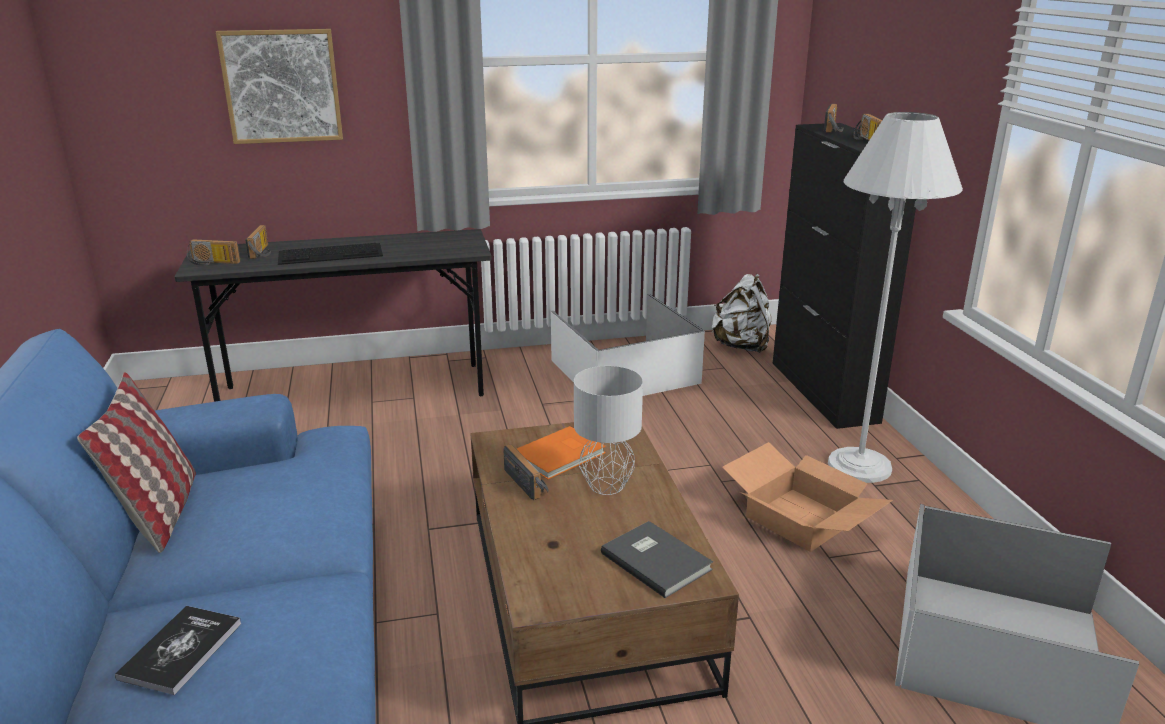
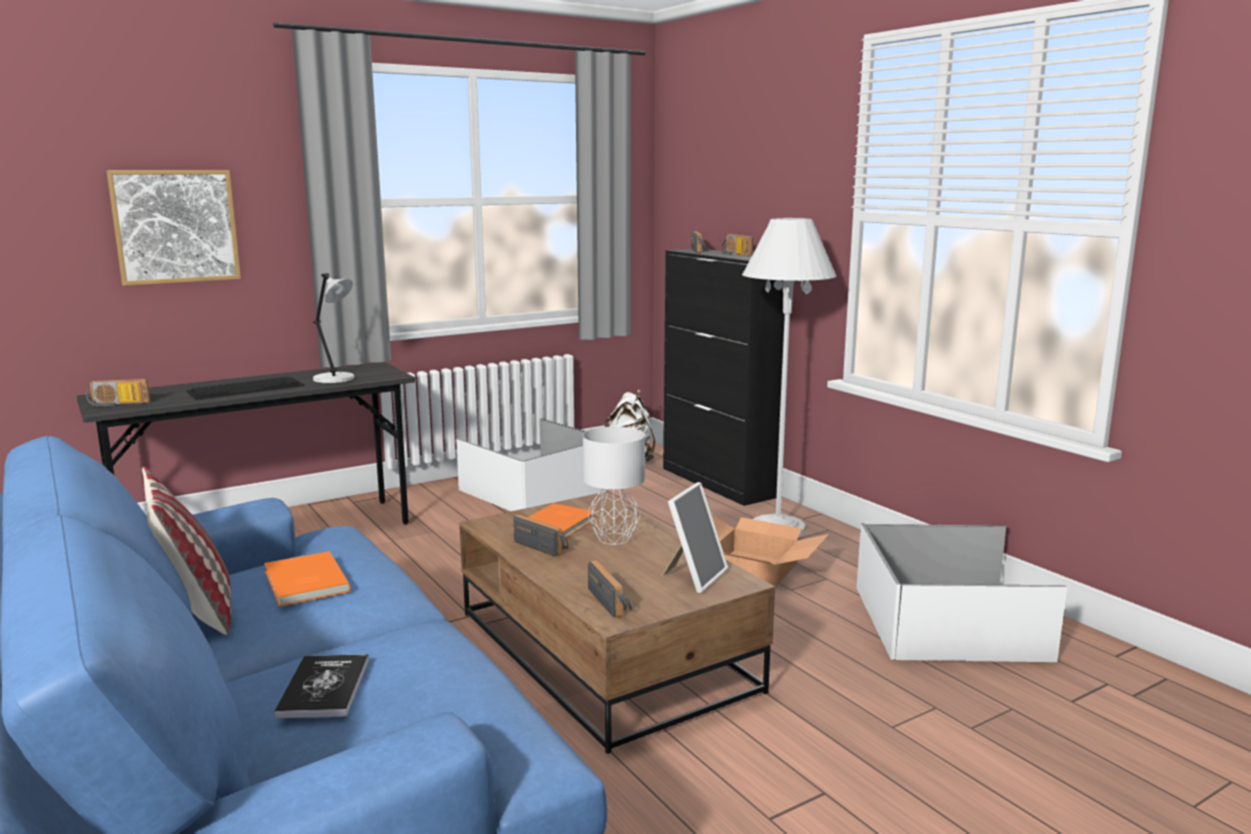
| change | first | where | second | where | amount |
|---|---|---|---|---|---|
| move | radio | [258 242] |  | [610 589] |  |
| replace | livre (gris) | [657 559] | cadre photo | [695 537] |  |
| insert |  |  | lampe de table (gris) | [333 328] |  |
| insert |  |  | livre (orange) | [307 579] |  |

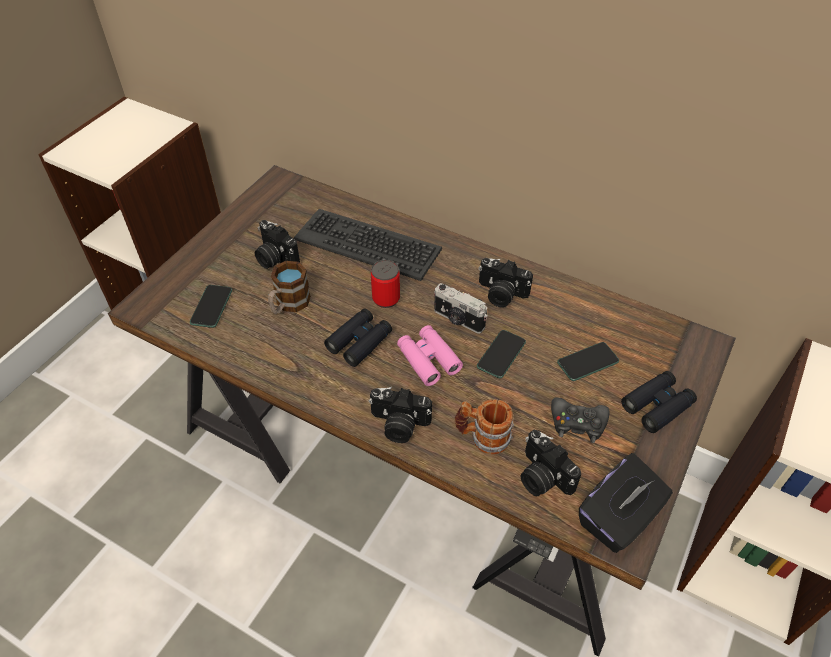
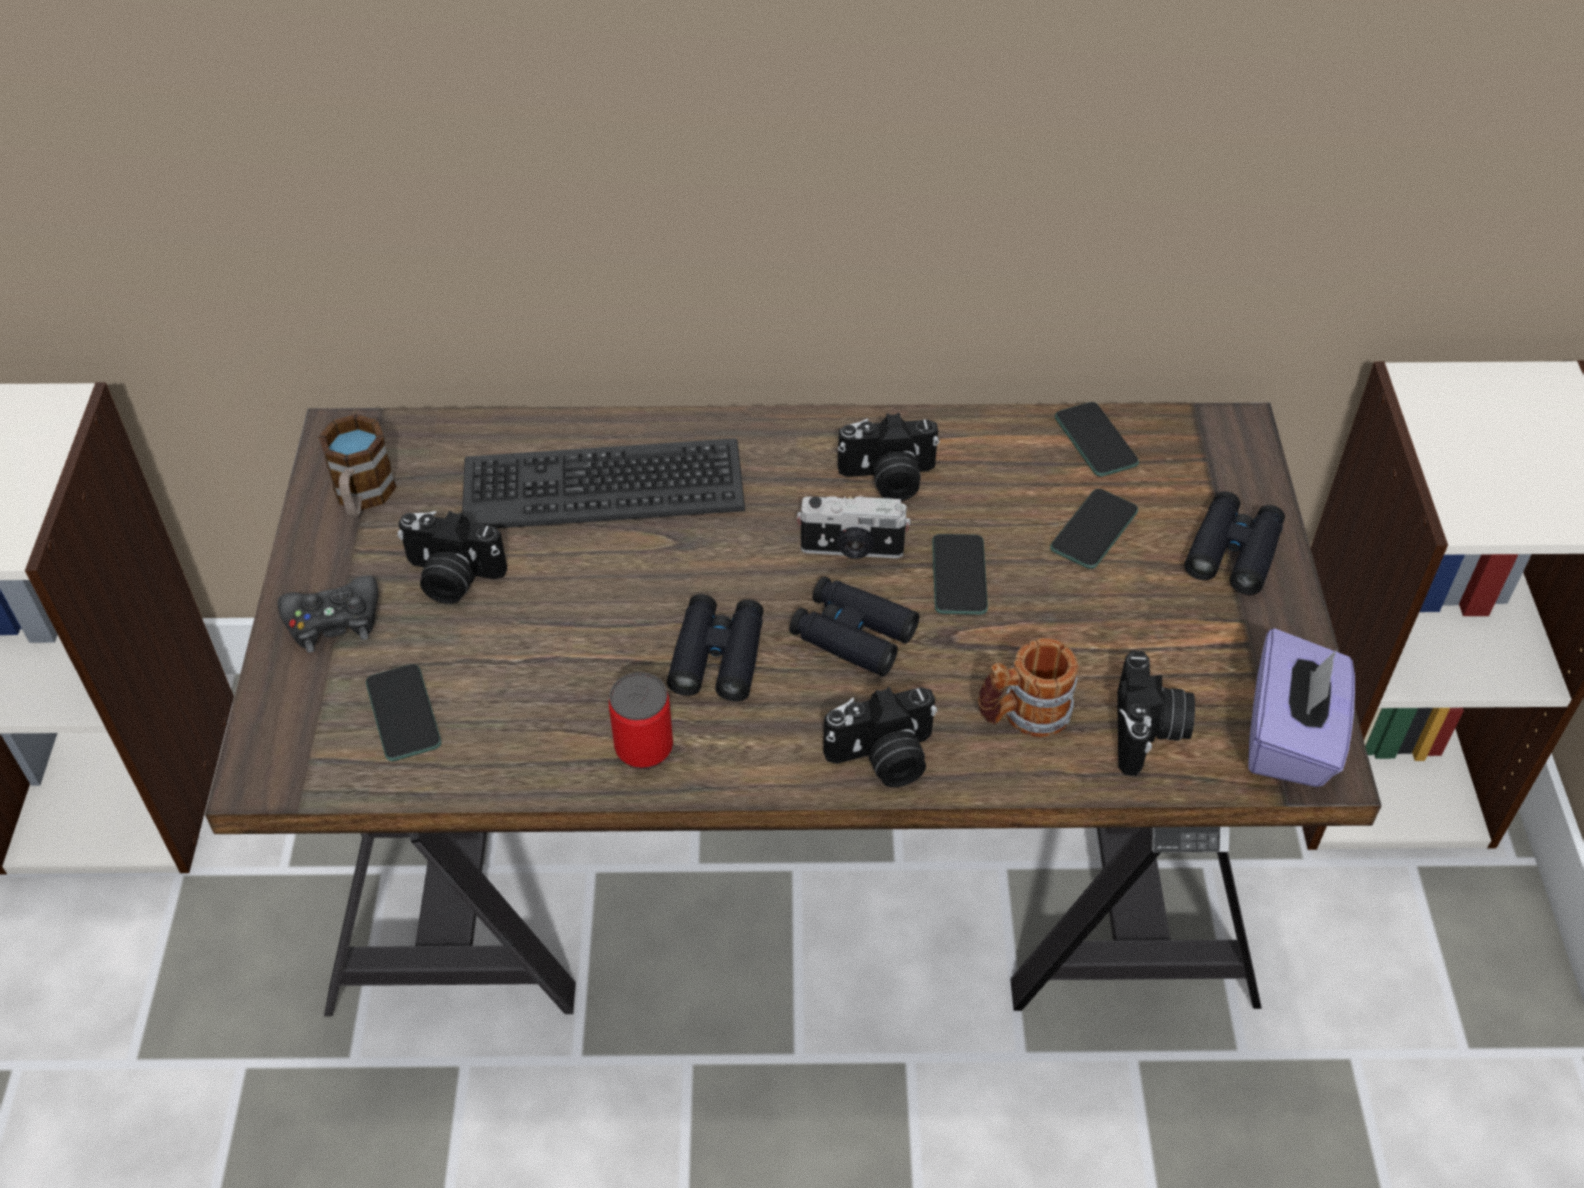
| change | first | where | second | where | amount |
|---|---|---|---|---|---|
| move | boîte métallique | [385 284] |  | [641 720] |  |
| move | mug | [289 288] |  | [357 466] |  |
| recolor | jumelles (rose) | [430 355] | jumelles (noir) | [854 626] |  |
| move | manette (noir) | [580 420] |  | [327 614] |  |
| rotate | appareil photo | [551 463] |  | [1156 713] | 105 degrees counterclockwise |
| recolor | boîte à mouchoirs (noir) | [626 503] | boîte à mouchoirs (violet) | [1301 707] |  |
| insert |  |  | téléphone | [1097 439] |  |

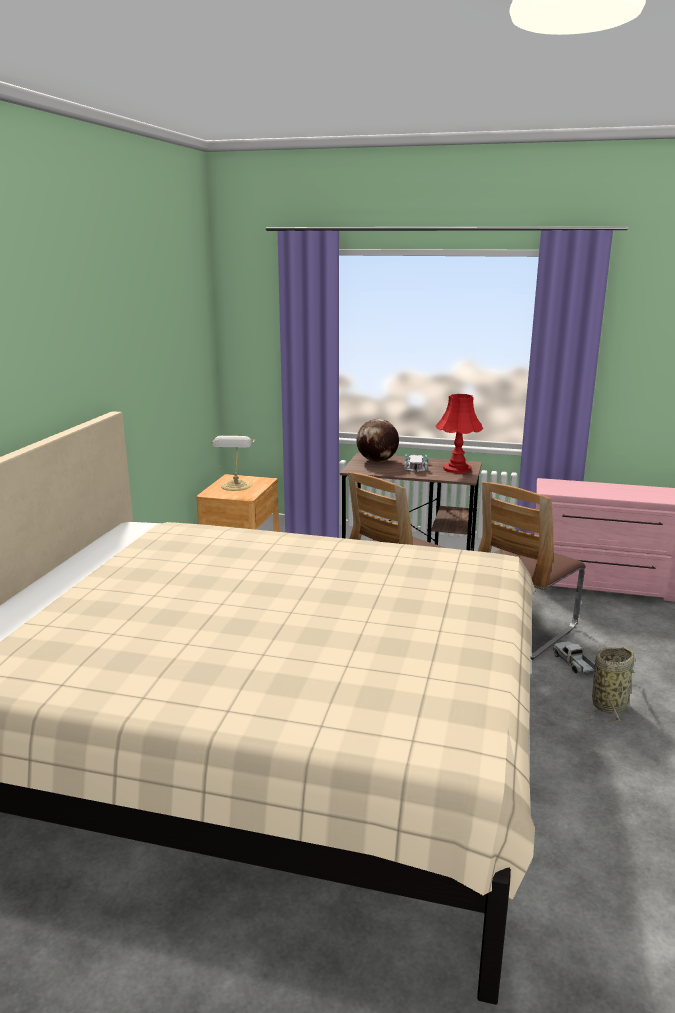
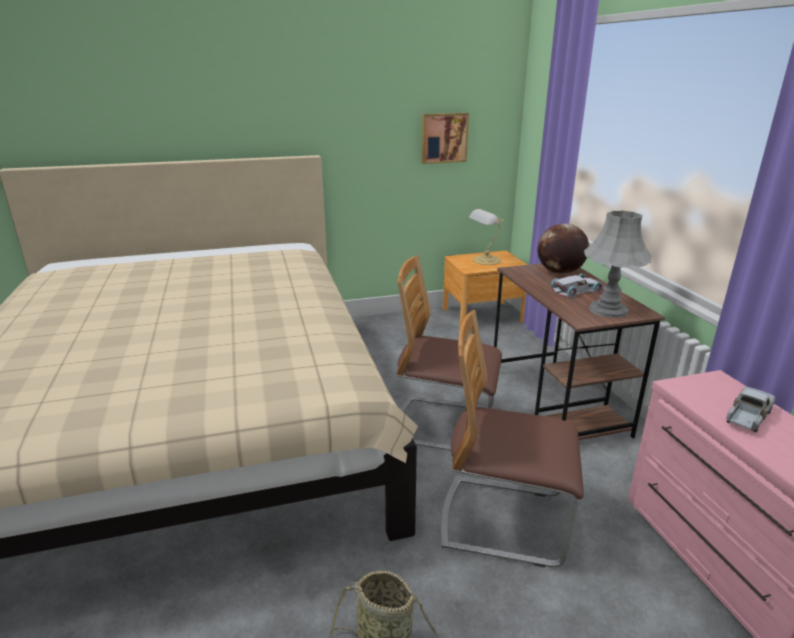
| change | first | where | second | where | amount |
|---|---|---|---|---|---|
| recolor | lampe de table (rouge) | [459 433] | lampe de table (gris) | [617 264] |  |
| move | camion jouet | [574 657] |  | [751 409] |  |
| insert |  |  | tableau | [445 138] |  |

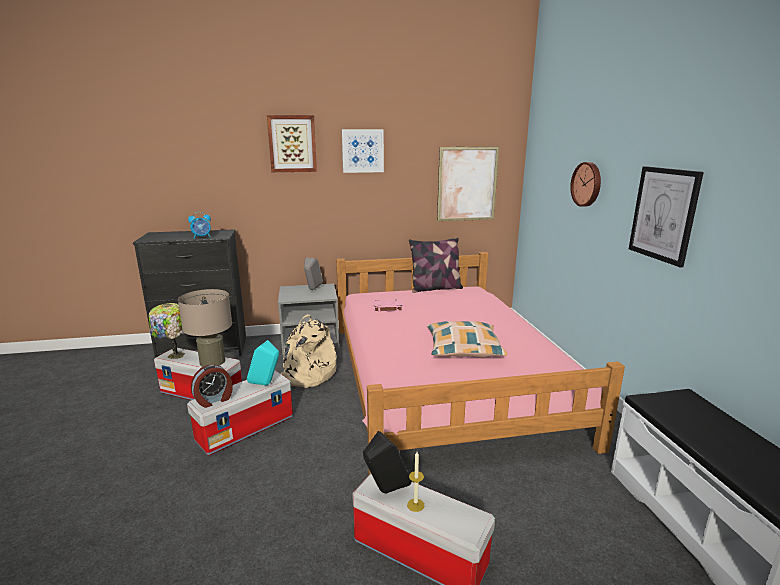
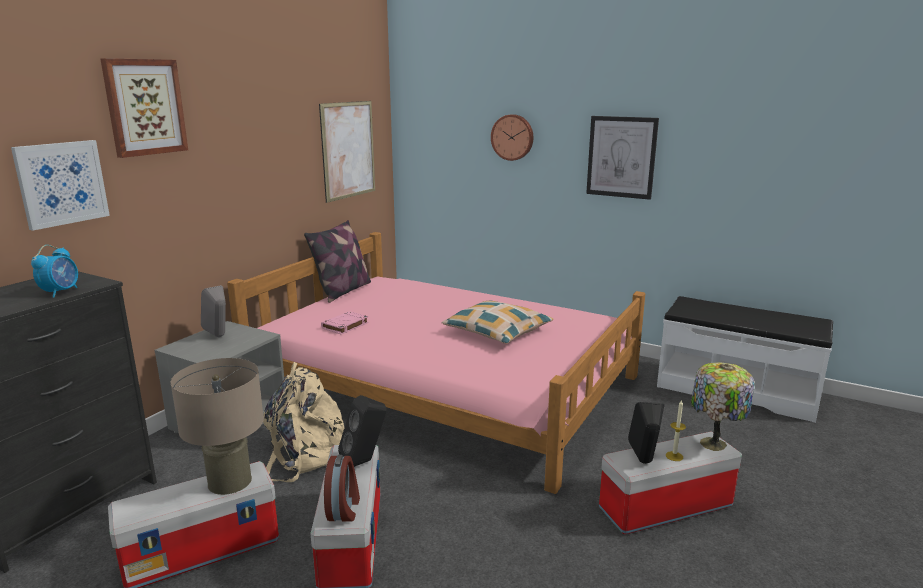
| change | first | where | second | where | amount |
|---|---|---|---|---|---|
| move | tableau | [363 151] |  | [60 185] |  |
| move | lampe de table | [167 331] |  | [723 406] |  |
| recolor | enceinte (turquoise) | [263 363] | enceinte (noir) | [362 431] |  |

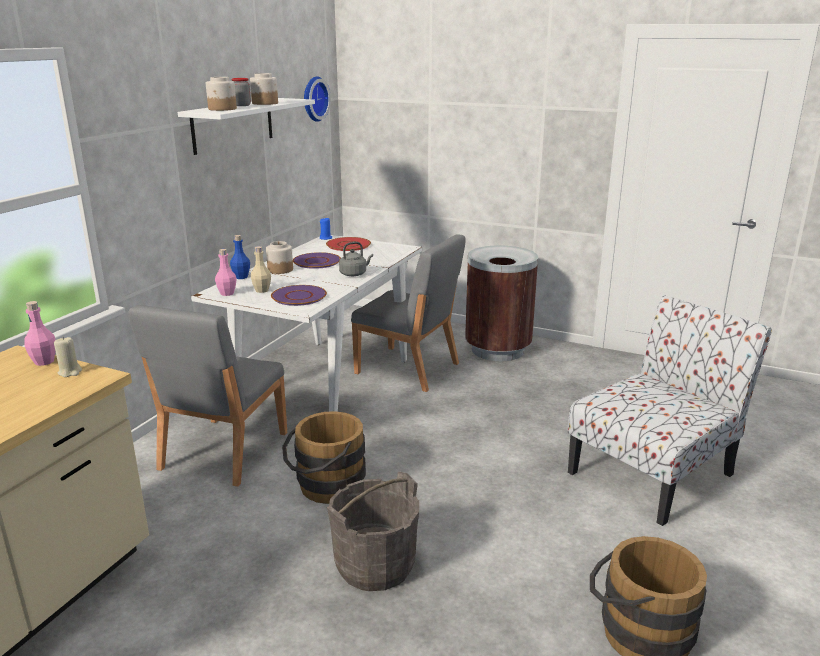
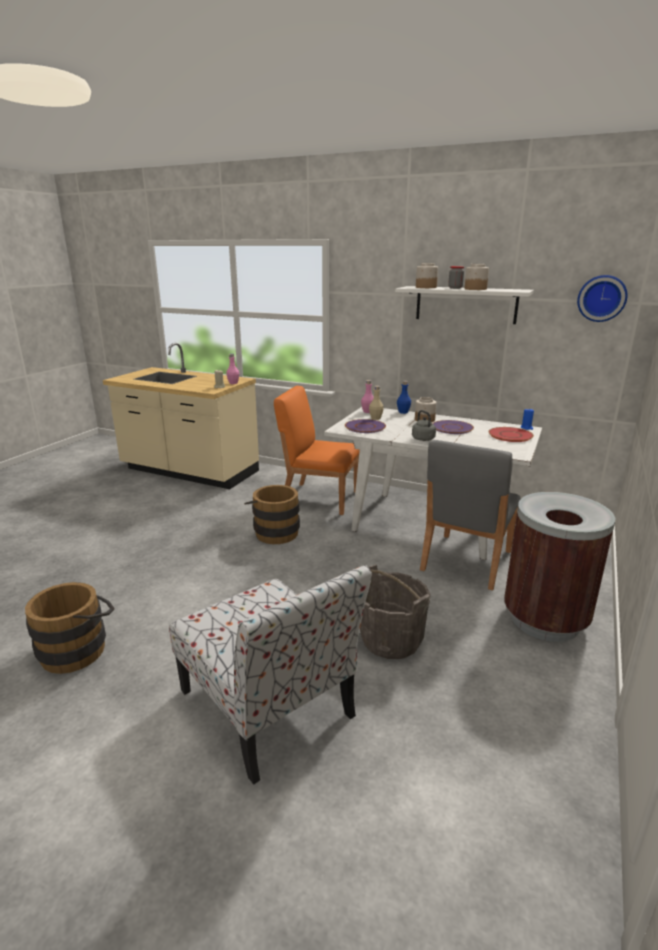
| change | first | where | second | where | amount |
|---|---|---|---|---|---|
| recolor | chaise (gris) | [208 396] | chaise (orange) | [317 450] |  |
| move | seau (gris) | [373 531] |  | [395 612] |  |

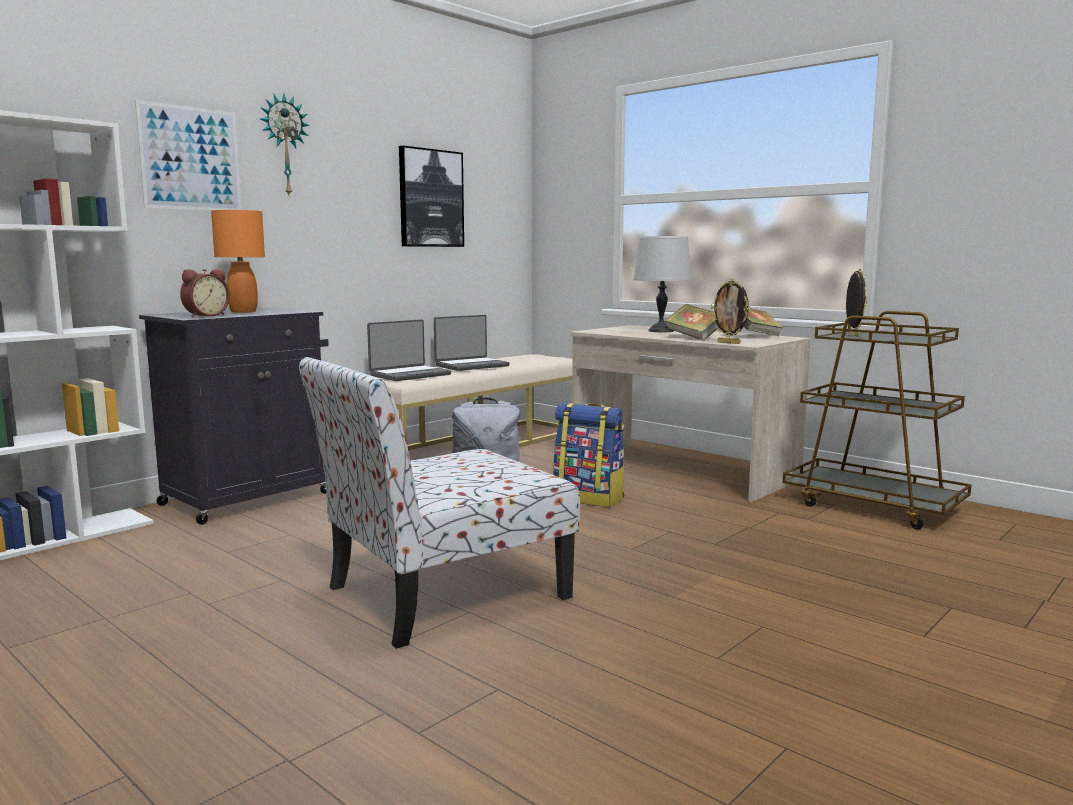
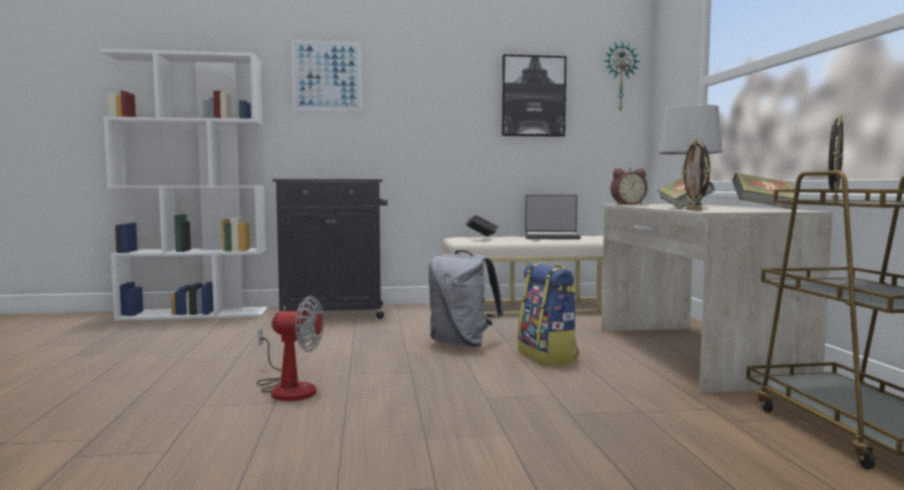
| change | first | where | second | where | amount |
|---|---|---|---|---|---|
| move | horloge murale | [285 145] |  | [621 77] |  |
| delete | lampe de table (orange) | [238 261] |  |  |  |
| move | réveil | [205 293] |  | [629 186] |  |
| replace | ordinateur portable | [409 350] | livre | [482 226] |  |
| replace | chaise | [439 503] | ventilateur | [290 348] |  |

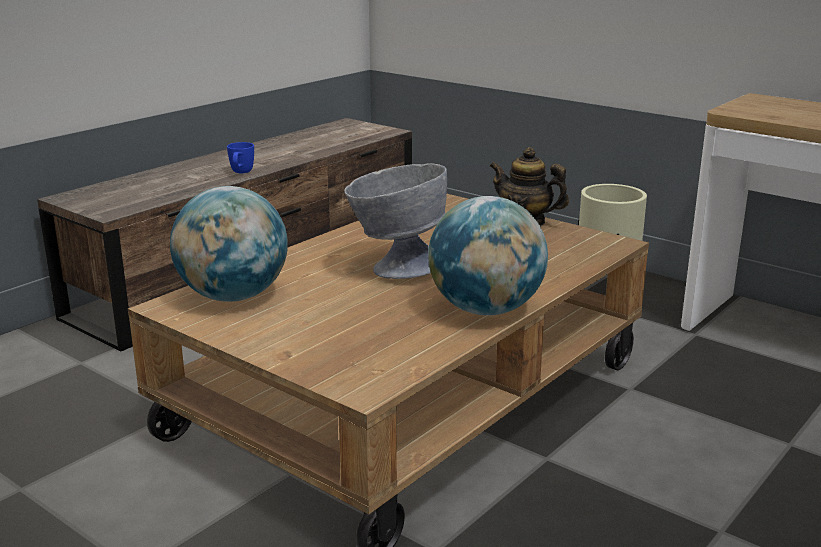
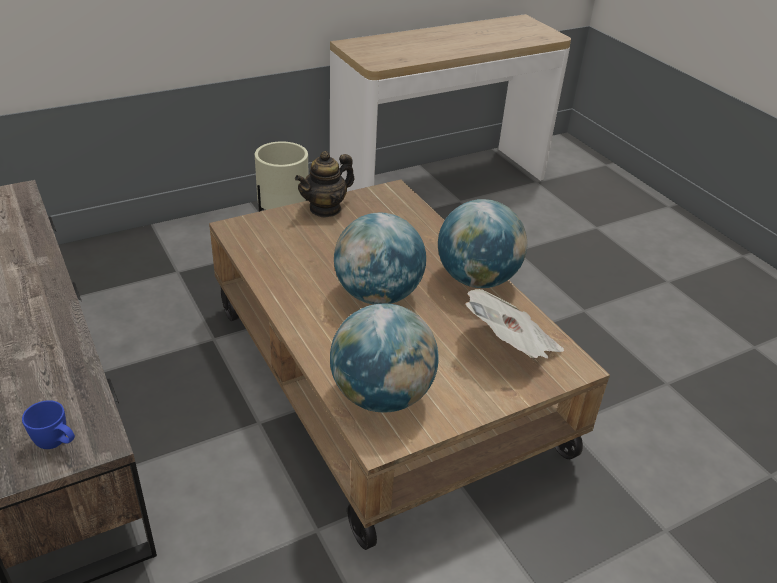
| change | first | where | second | where | amount |
|---|---|---|---|---|---|
| move | mug (bleu) | [240 157] |  | [48 424] |  |
| replace | bol (gris) | [395 221] | globe | [380 259] |  |
| insert |  |  | journal | [514 324] |  |

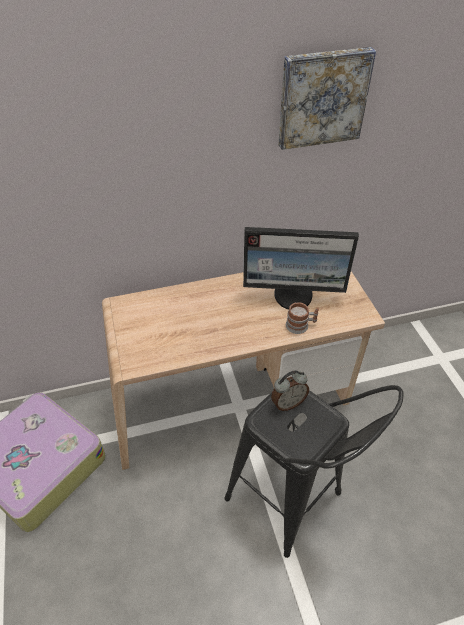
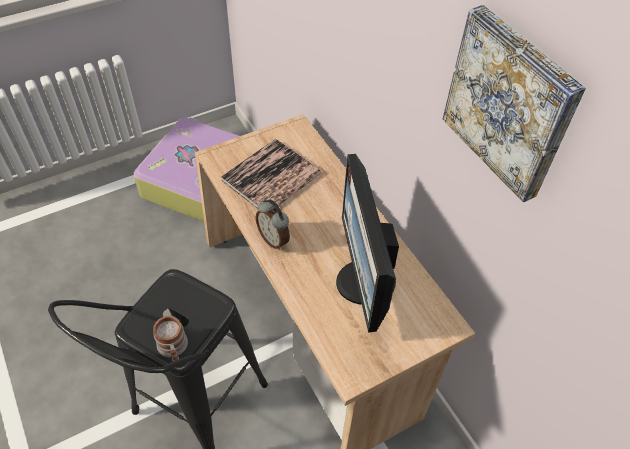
| change | first | where | second | where | amount |
|---|---|---|---|---|---|
| move | mug | [302 318] |  | [170 338] |  |
| move | réveil | [290 390] |  | [273 224] |  |
| insert |  |  | livre | [271 174] |  |

